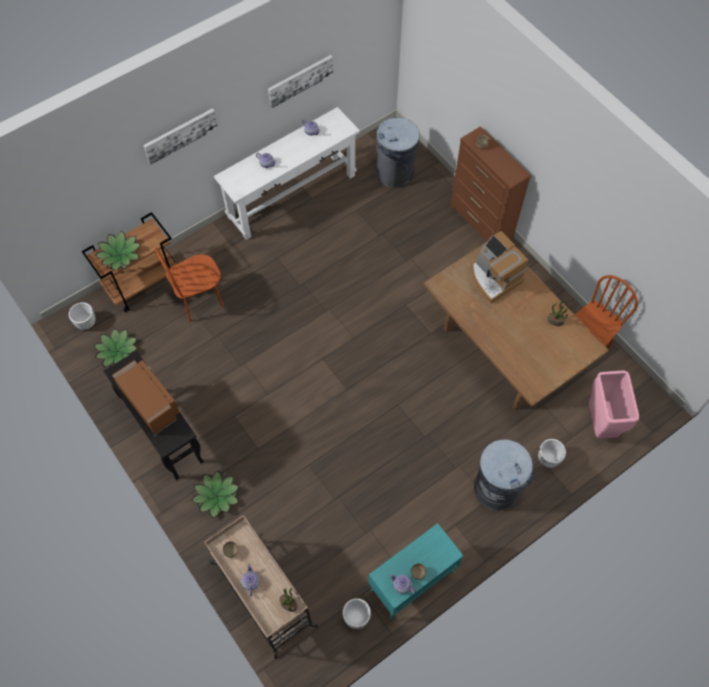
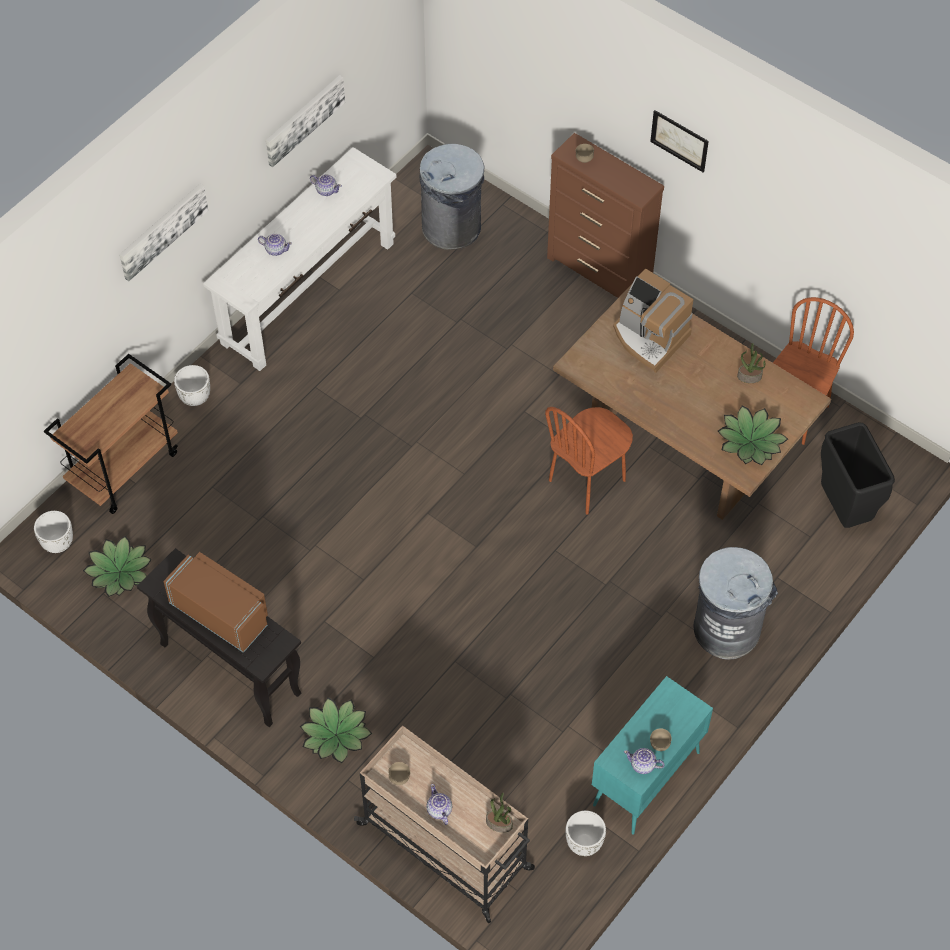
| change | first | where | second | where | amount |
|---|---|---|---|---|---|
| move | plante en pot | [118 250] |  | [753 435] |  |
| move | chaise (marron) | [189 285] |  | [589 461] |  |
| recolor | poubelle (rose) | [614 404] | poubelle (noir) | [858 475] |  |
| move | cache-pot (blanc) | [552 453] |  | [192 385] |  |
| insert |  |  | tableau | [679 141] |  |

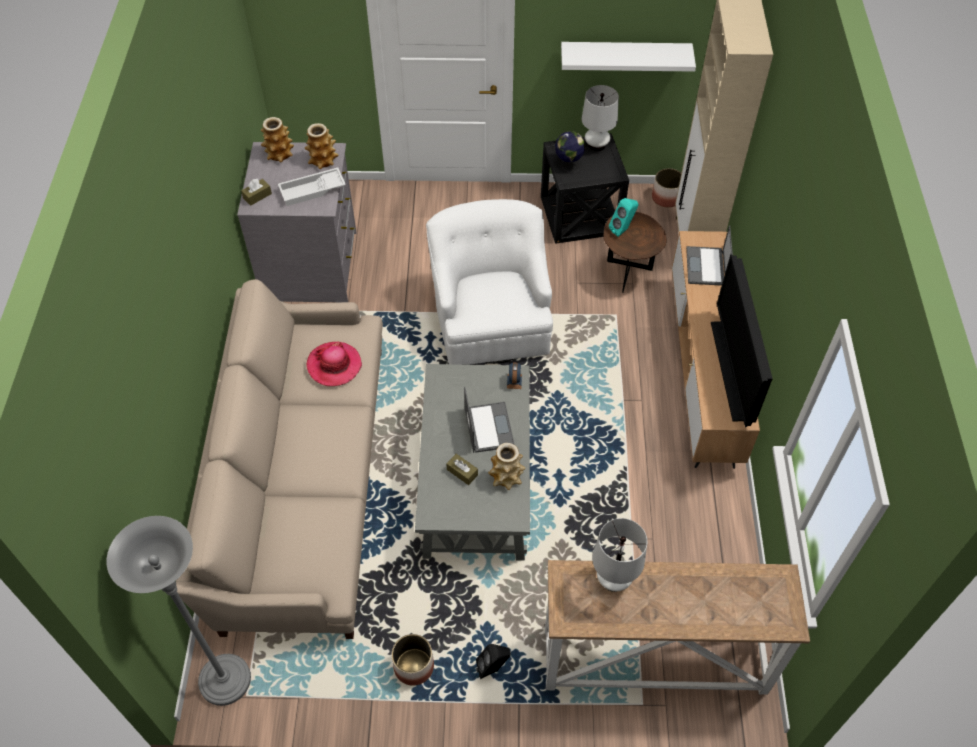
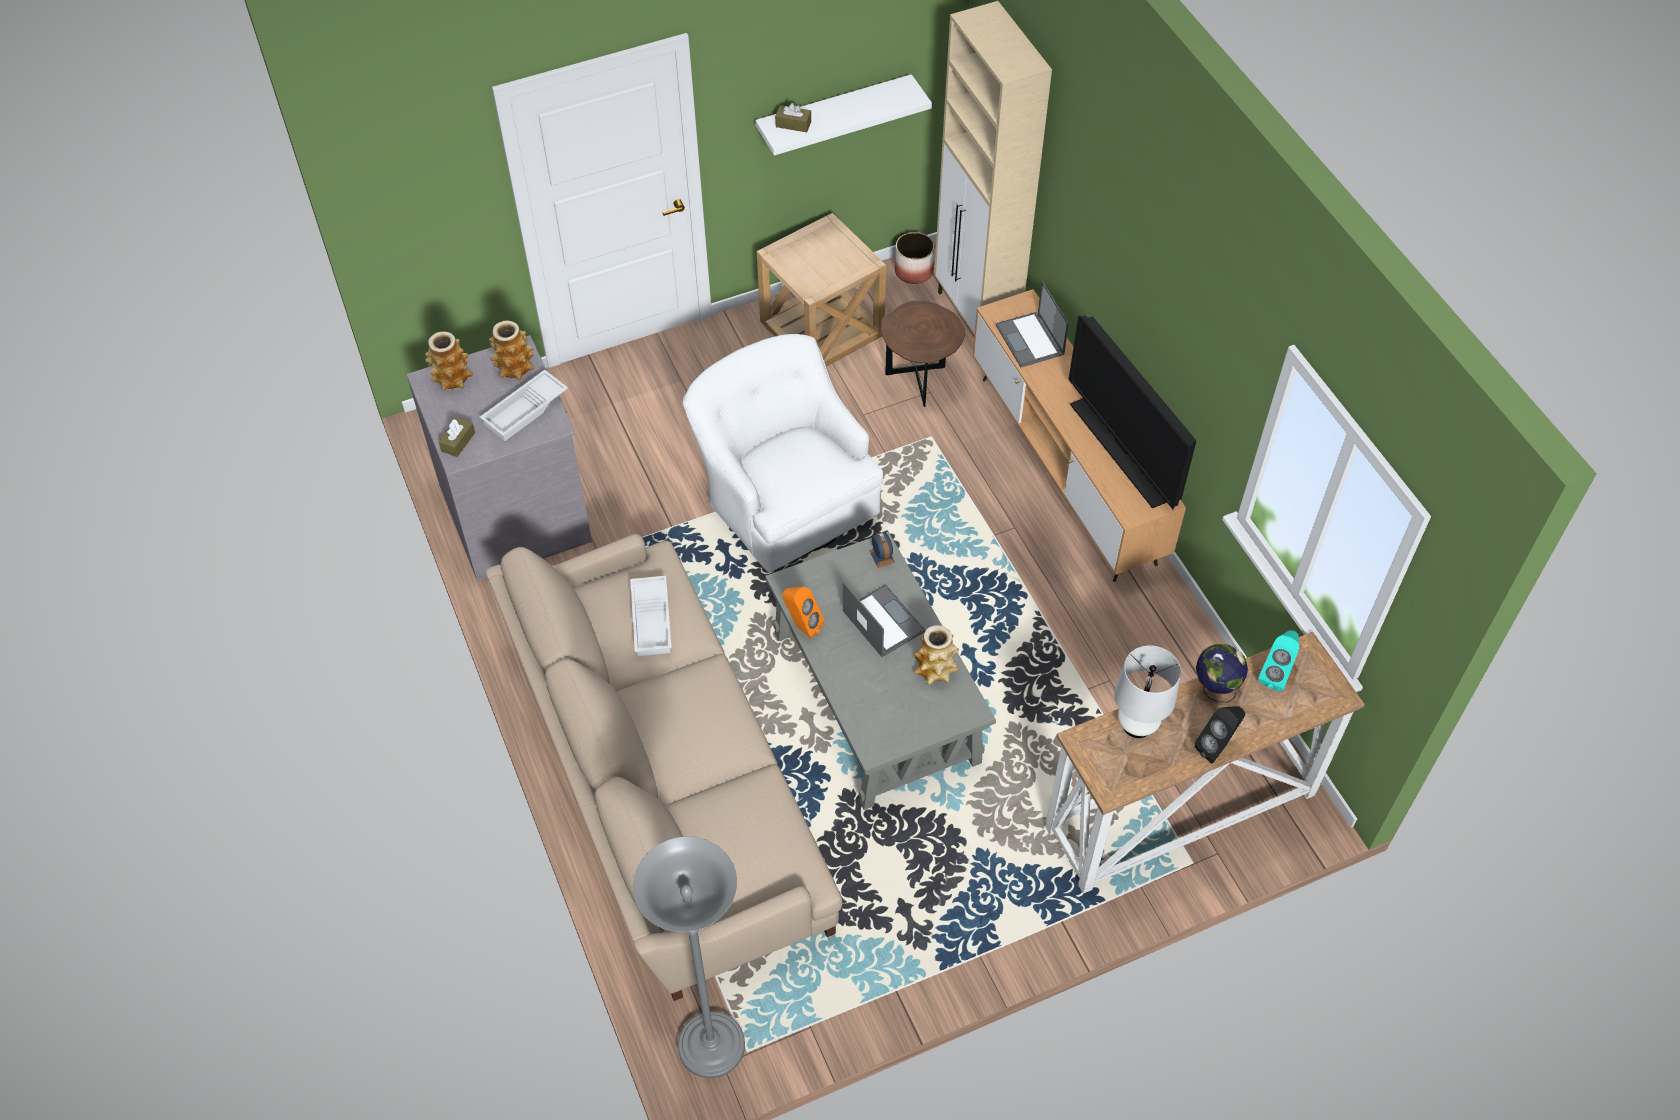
| change | first | where | second | where | amount |
|---|---|---|---|---|---|
| delete | lampe de table (blanc) | [600 118] |  |  |  |
| move | globe | [570 151] |  | [1222 673] |  |
| recolor | table d'appoint (noir) | [585 188] | table d'appoint (beige) | [821 290] |  |
| move | enceinte (turquoise) | [624 217] |  | [1278 660] |  |
| replace | chapeau | [334 364] | plateau (blanc) | [651 616] |  |
| move | boîte à mouchoirs (marron) | [462 469] |  | [793 117] |  |
| delete | cache-pot | [412 660] |  |  |  |
| move | enceinte (noir) | [493 661] |  | [1219 734] |  |
| insert |  |  | enceinte (orange) | [803 613] |  |

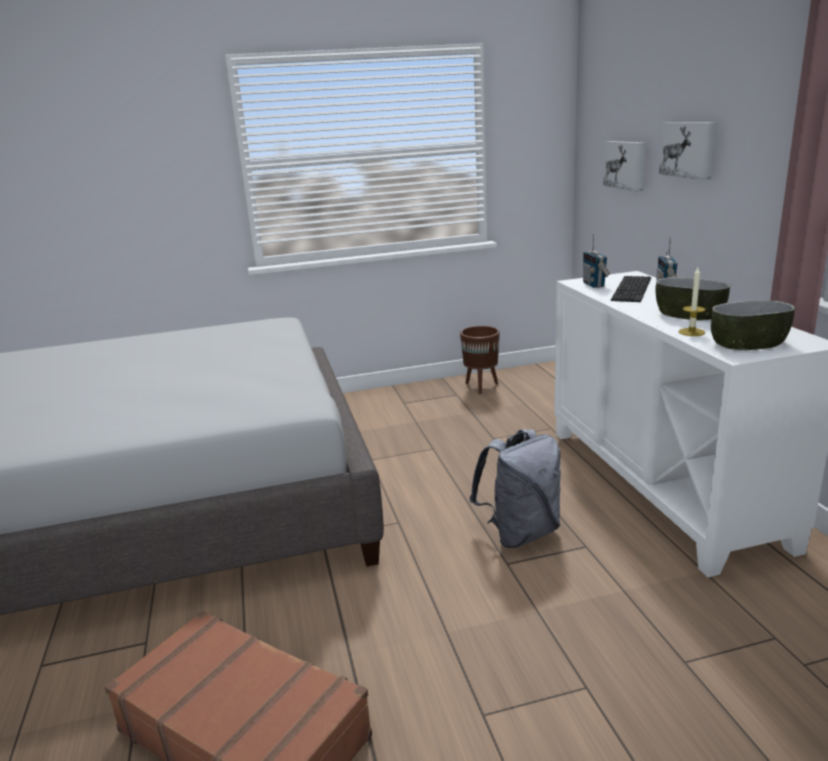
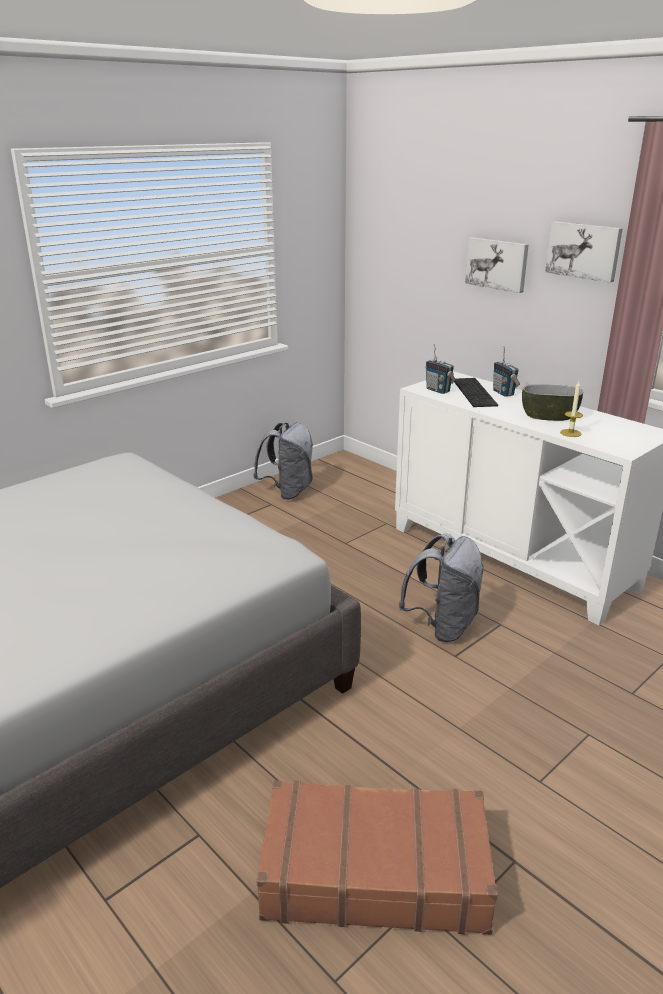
| change | first | where | second | where | amount |
|---|---|---|---|---|---|
| move | tableau | [624 166] |  | [584 252] |  |
| delete | bol | [753 325] |  |  |  |
| replace | cache-pot (marron) | [480 360] | sac à dos (gris) | [283 461] |  |

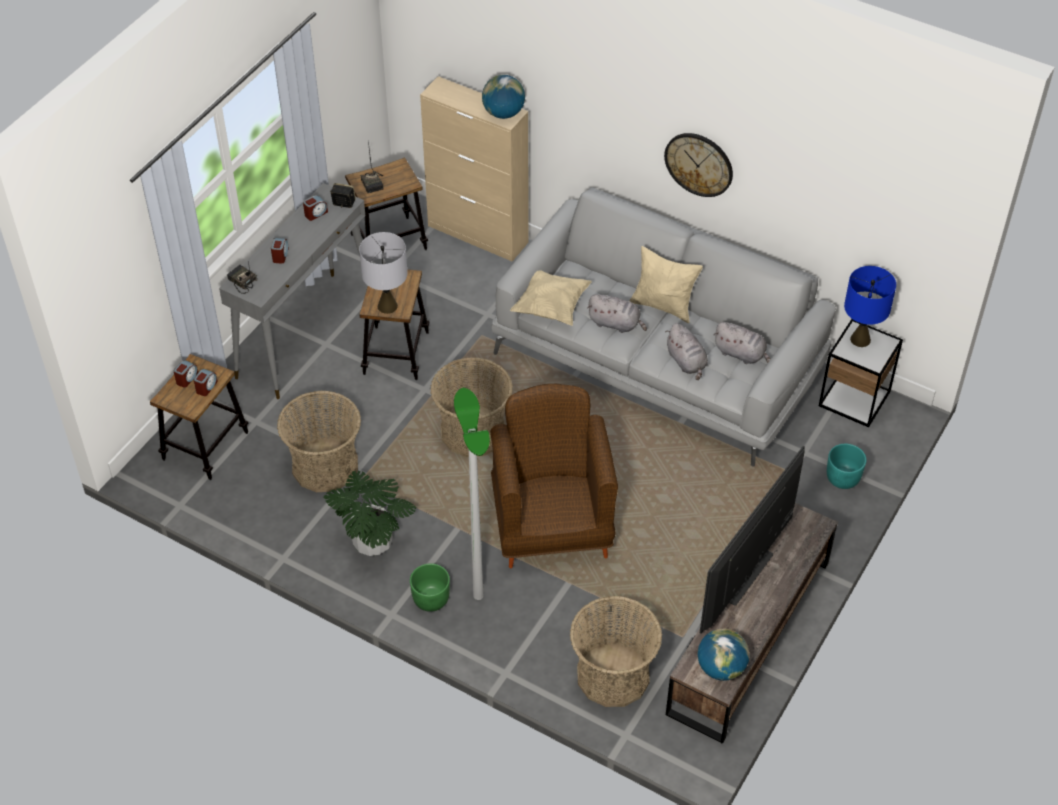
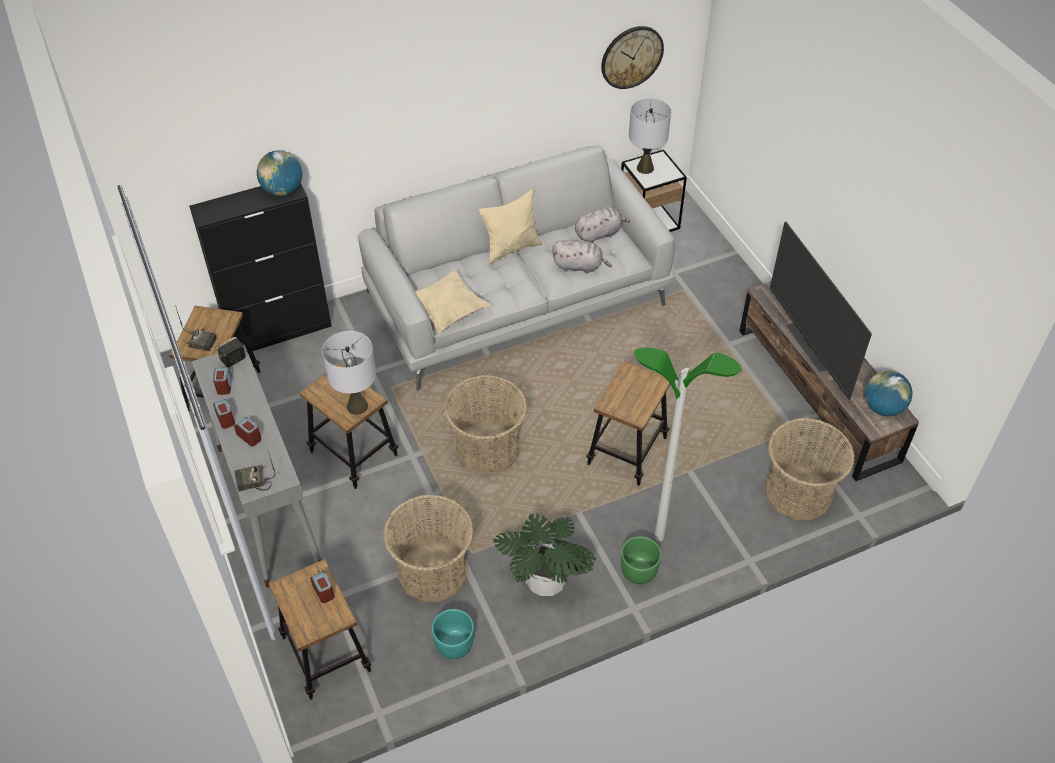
| change | first | where | second | where | amount |
|---|---|---|---|---|---|
| recolor | meuble de rangement (beige) | [474 169] | meuble de rangement (noir) | [260 267] |  |
| move | horloge murale | [698 165] |  | [632 57] |  |
| recolor | lampe de table (bleu) | [870 306] | lampe de table (gris) | [650 136] |  |
| delete | peluche (gris) | [617 313] |  |  |  |
| move | réveil | [185 374] |  | [224 414] |  |
| replace | fauteuil (marron) | [554 476] | tabouret | [628 423] |  |
| move | cache-pot (turquoise) | [846 466] |  | [453 634] |  |

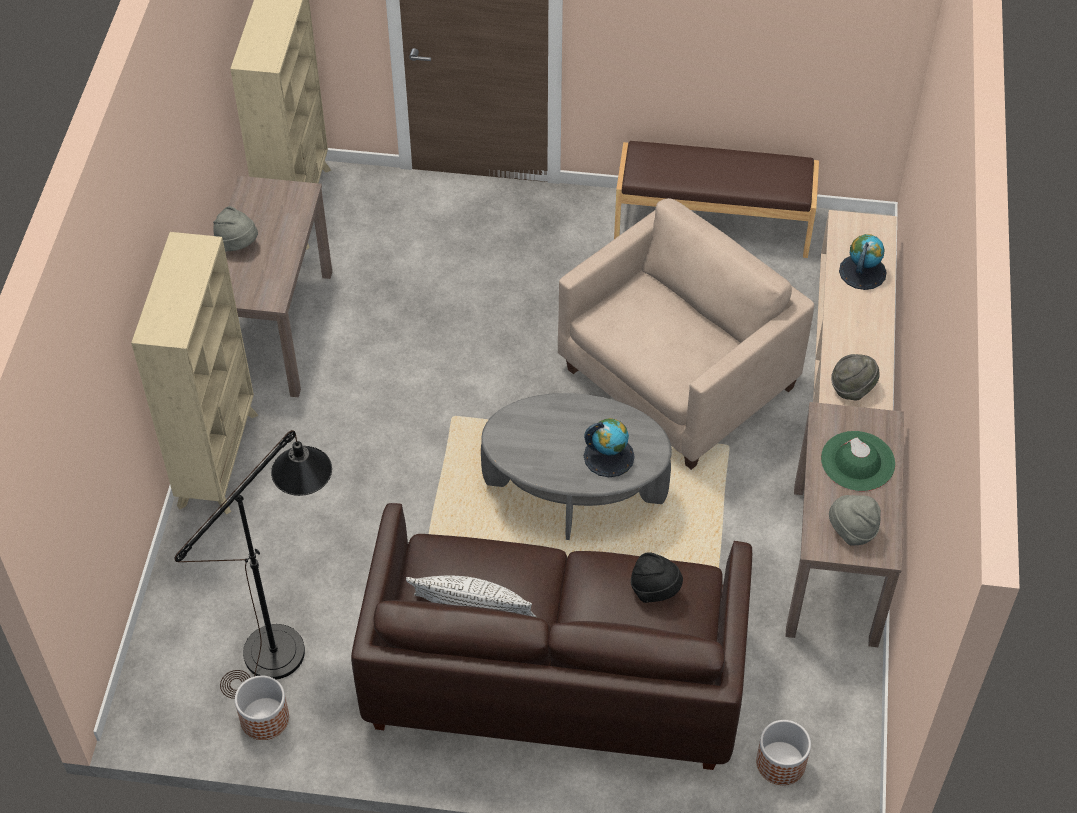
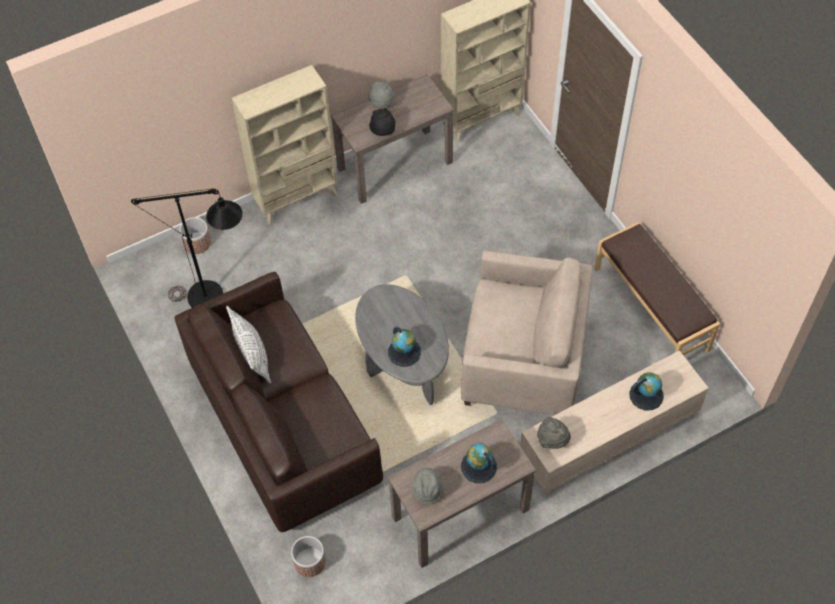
| change | first | where | second | where | amount |
|---|---|---|---|---|---|
| replace | chapeau (vert) | [858 461] | globe | [479 463] |  |
| move | chapeau (noir) | [657 577] |  | [382 122] |  |
| move | cache-pot | [262 707] |  | [195 235] |  |

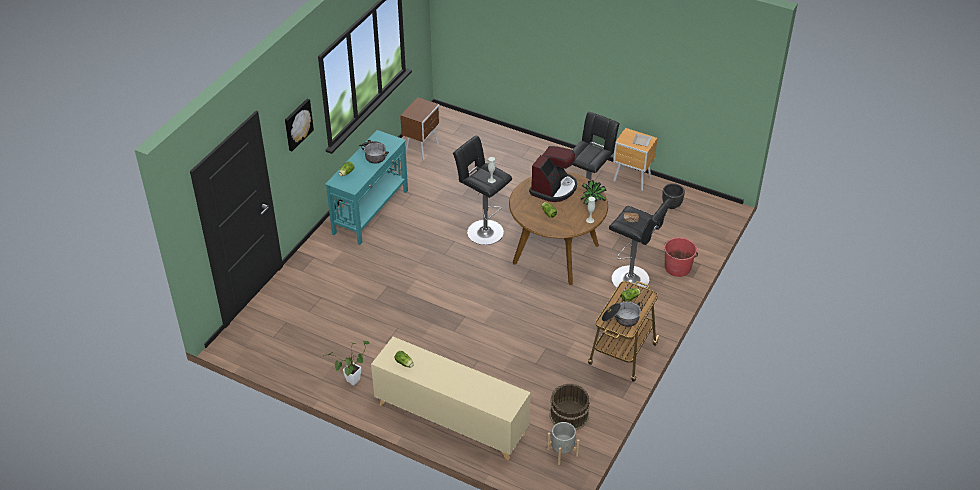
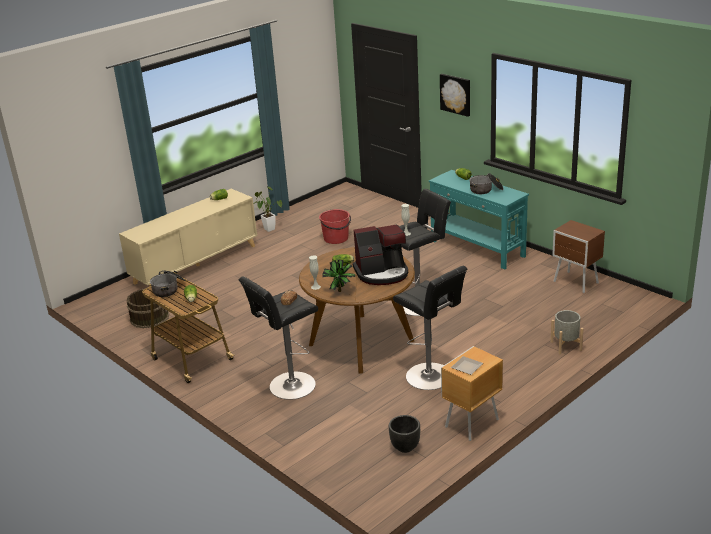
| change | first | where | second | where | amount |
|---|---|---|---|---|---|
| rotate | machine à café | [553 174] |  | [380 254] | 60 degrees counterclockwise |
| move | seau (rouge) | [681 257] |  | [335 226] |  |
| move | cache-pot (gris) | [563 443] |  | [567 332] |  |

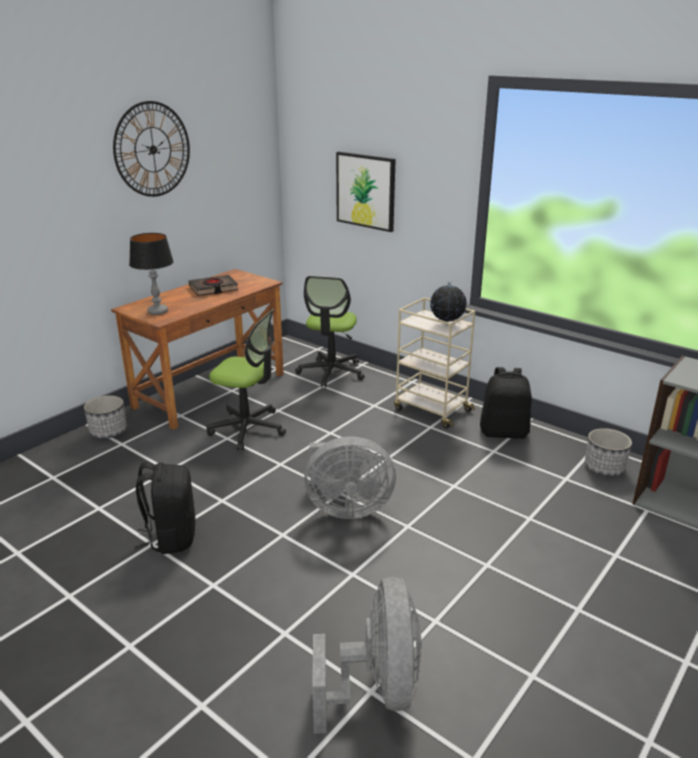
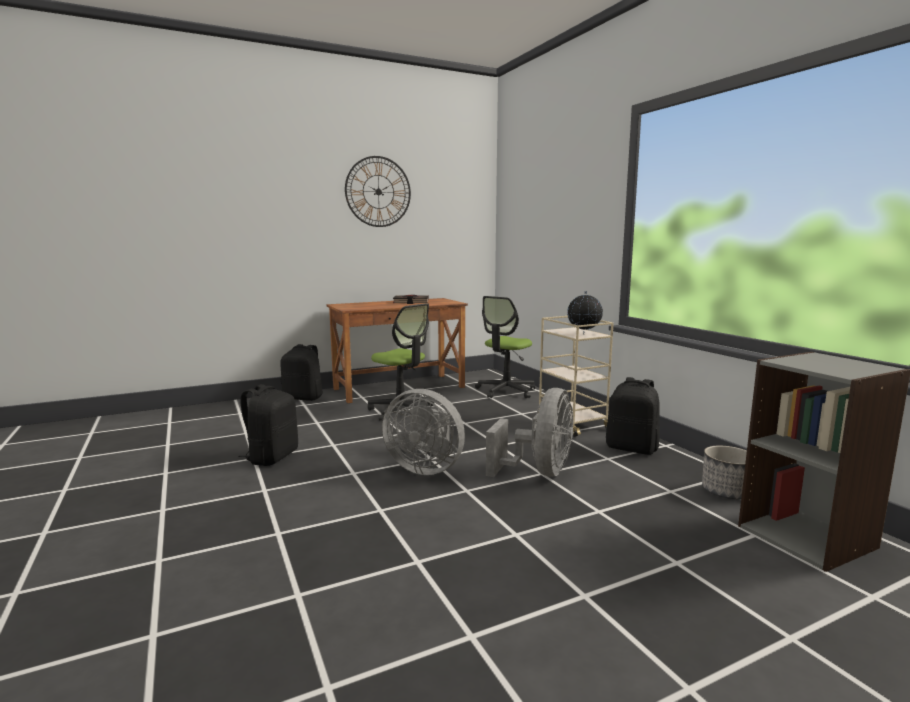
| change | first | where | second | where | amount |
|---|---|---|---|---|---|
| delete | tableau | [366 192] |  |  |  |
| delete | lampe de table | [151 274] |  |  |  |
| replace | cache-pot | [105 417] | sac à dos (noir) | [301 372] |  |
| move | ventilateur (gris) | [367 655] |  | [529 432] |  |

